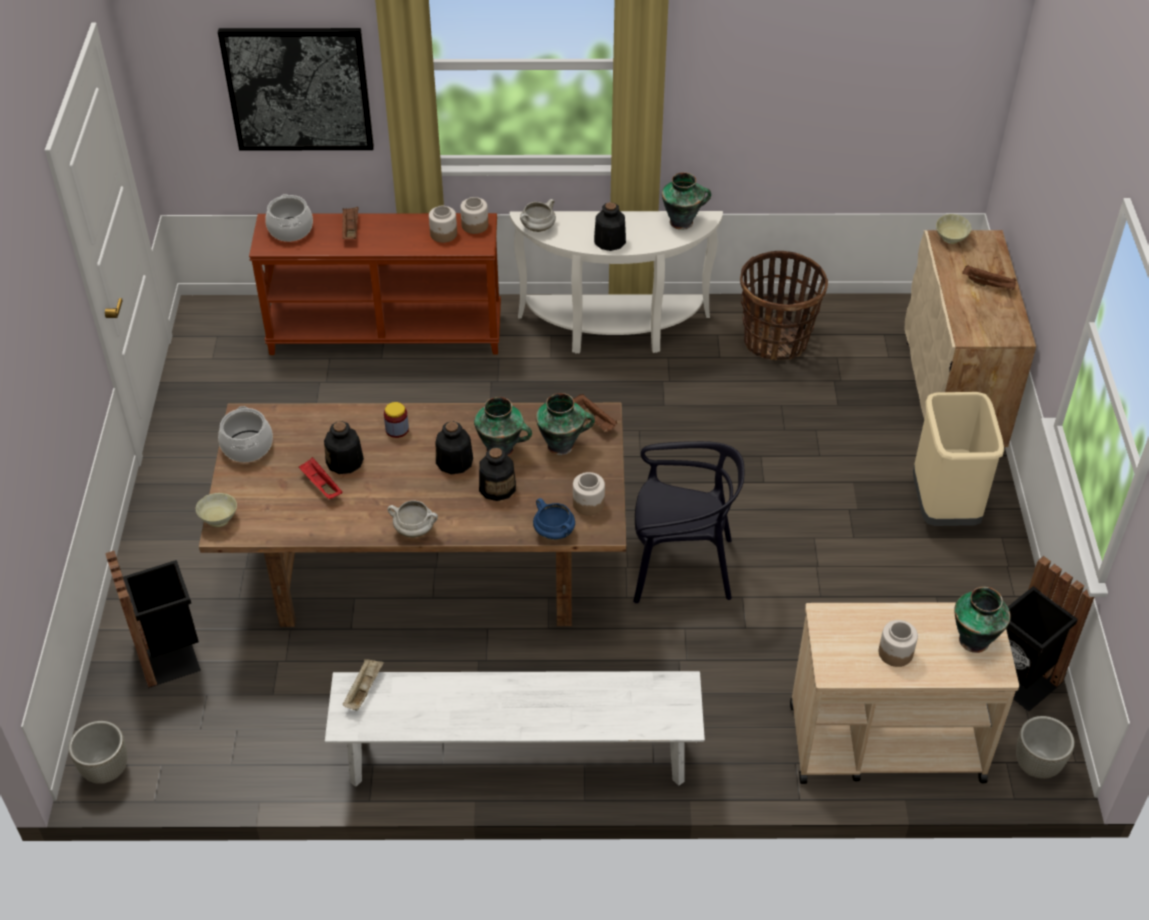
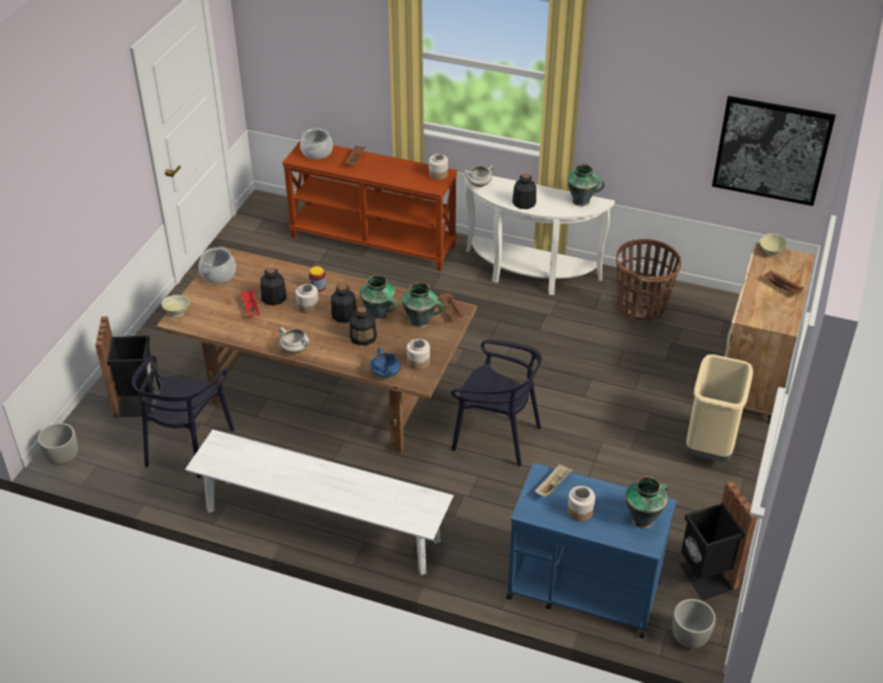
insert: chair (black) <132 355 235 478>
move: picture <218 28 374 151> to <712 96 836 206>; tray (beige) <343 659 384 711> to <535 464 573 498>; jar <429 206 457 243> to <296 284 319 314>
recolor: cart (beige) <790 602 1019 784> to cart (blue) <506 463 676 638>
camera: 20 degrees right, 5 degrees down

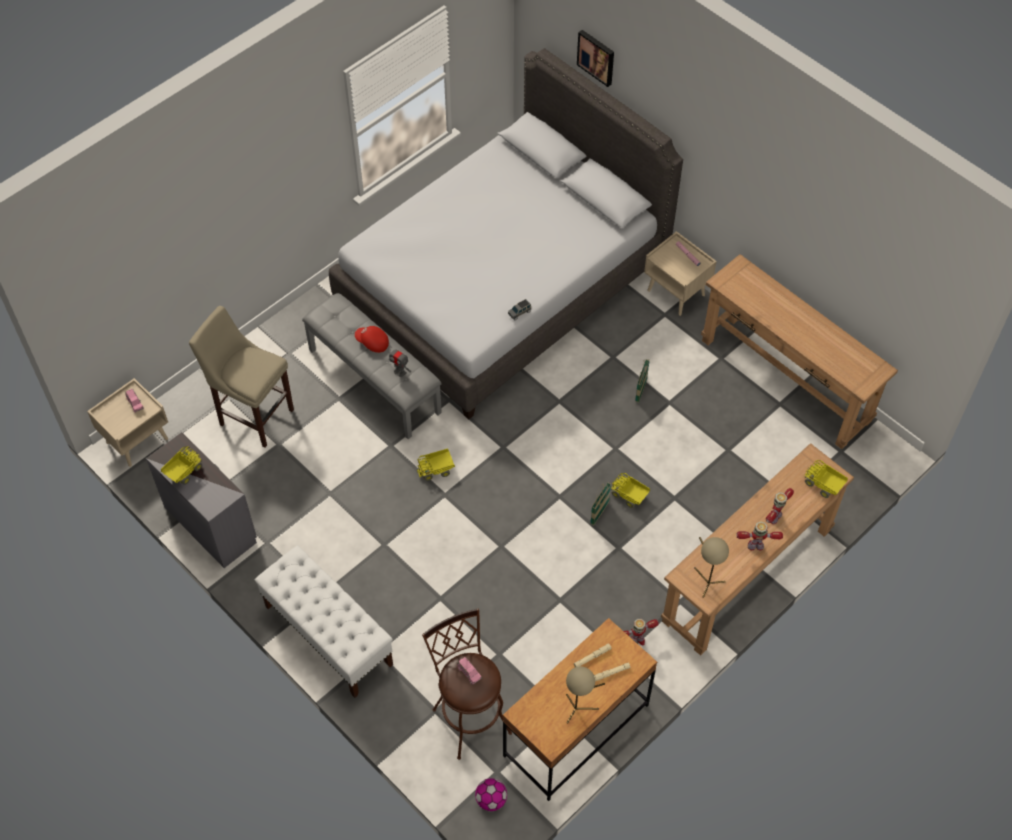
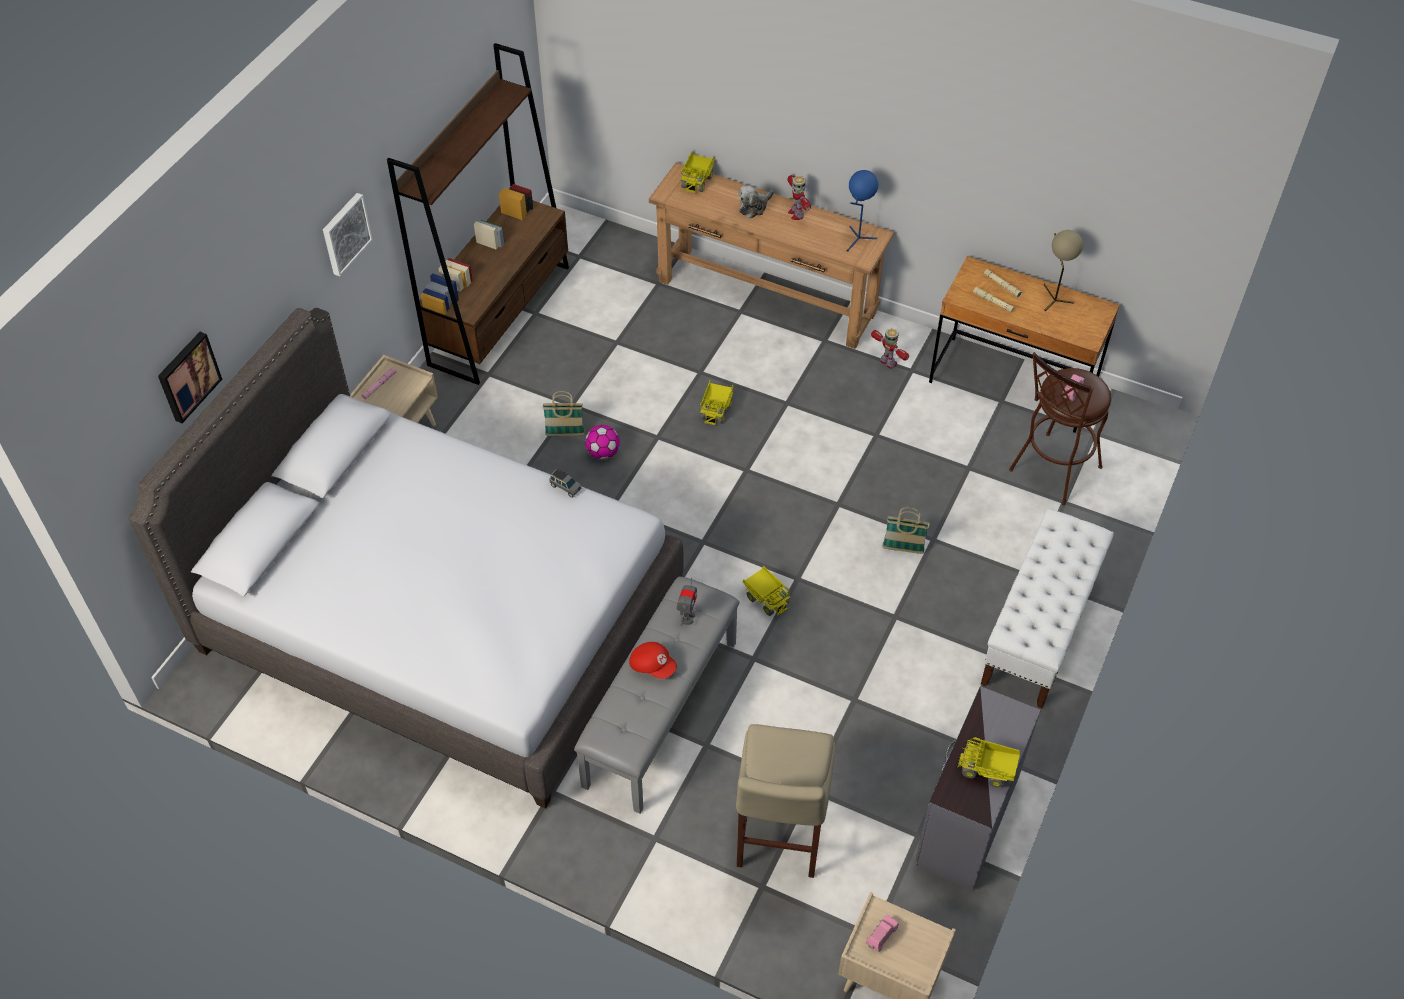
insert: picture <323 193 373 276>
move: football <475 778 507 811> to <585 425 620 459>; basket <590 482 611 525> to <882 507 929 554>
replace: console table (brown) <701 254 898 449> to bookcase (brown) <387 43 569 385>; toy robot <766 488 794 524> to plush toy <739 185 774 219>
recolor: table lamp (beige) <694 537 729 598> to table lamp (blue) <847 170 878 252>
rotate: cap (red) <355 326 389 353> = <629 642 677 679> 60 degrees counterclockwise
camera: 110 degrees left, 5 degrees down

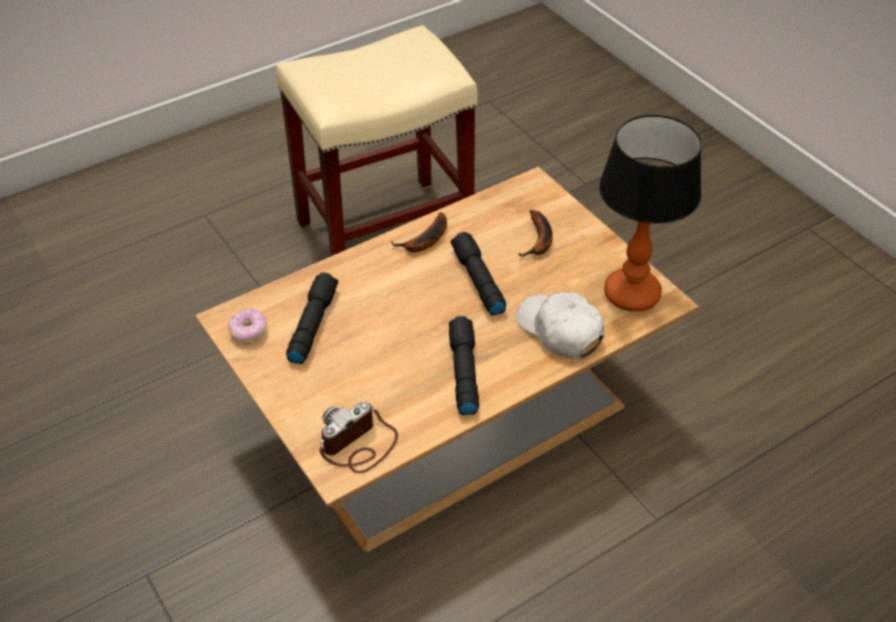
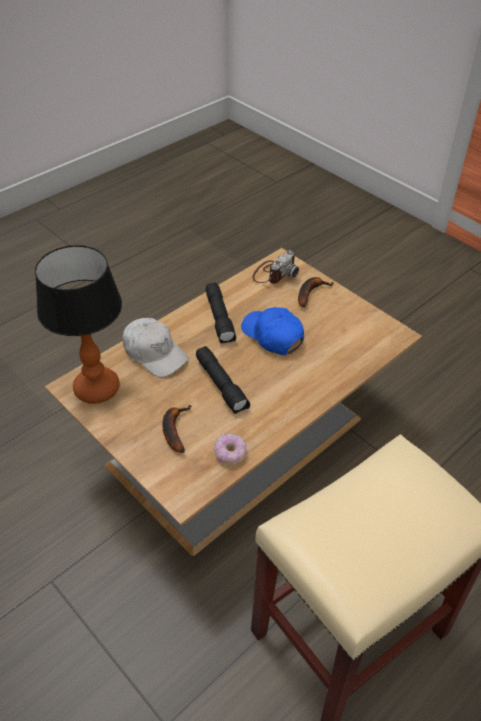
delete: flashlight (black) <286 273 338 364>
insert: cap (blue) <241 307 304 355>
move: donut <228 308 267 343> to <214 433 247 465>; banana <391 212 447 252> to <298 277 334 308>
camera: 170 degrees right, 0 degrees up

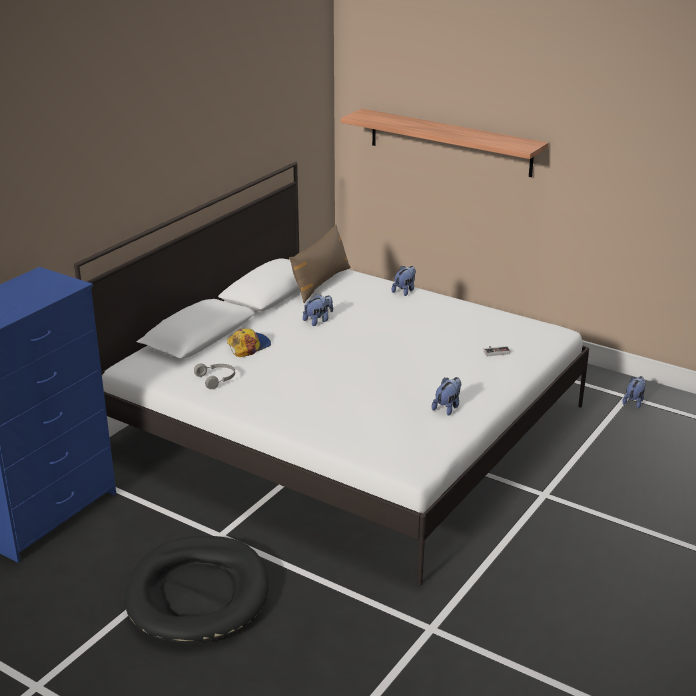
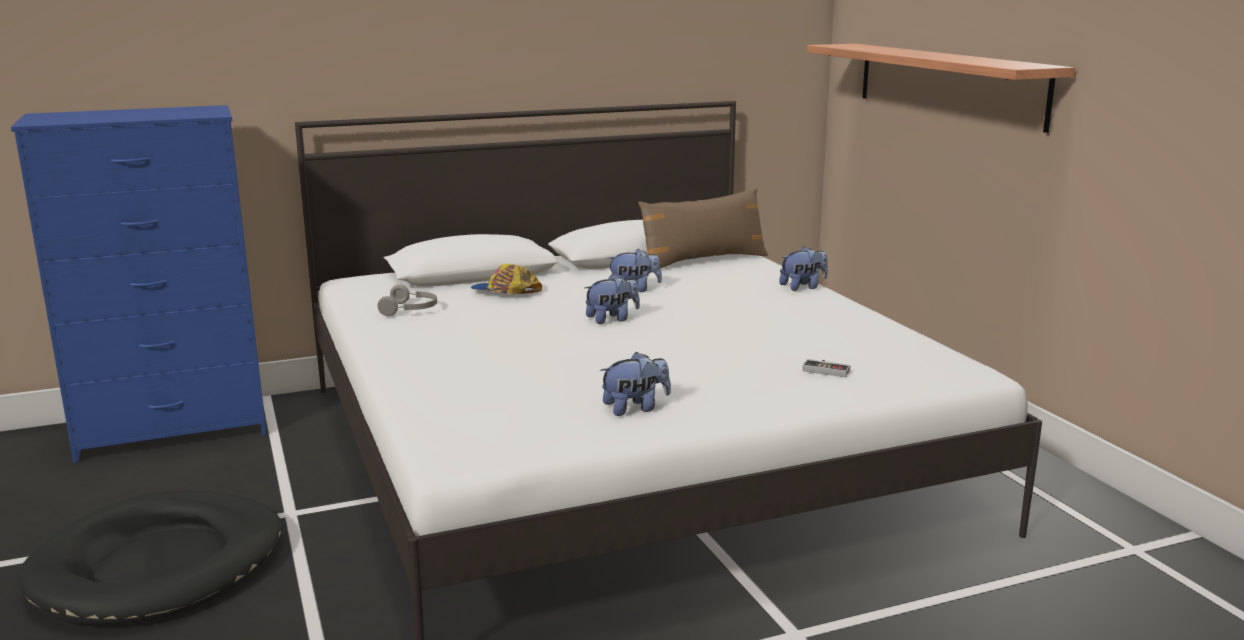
move: plush toy <622 376 646 408> to <584 274 640 324>
rotate: cap <227 328 271 357> = <471 264 542 294> 150 degrees counterclockwise
camera: 35 degrees right, 10 degrees down

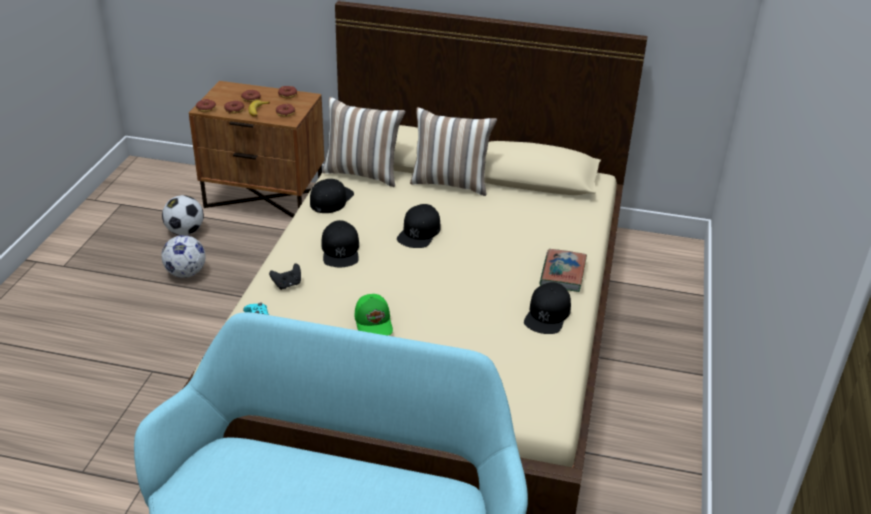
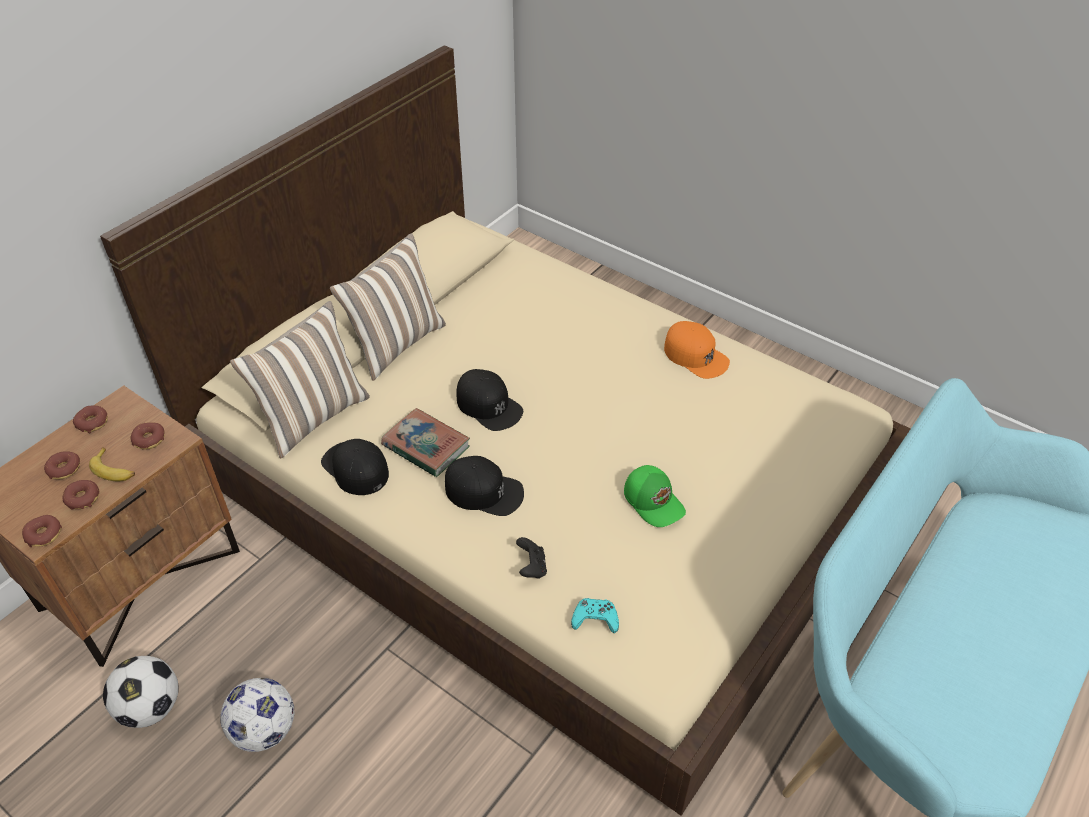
move: book <540 249 587 292> to <381 408 470 477>
recolor: cap (black) <524 282 571 334> to cap (orange) <664 321 730 379>
rotate: cap (green) <354 294 393 336> = <624 465 686 527> 45 degrees clockwise
camera: 65 degrees left, 10 degrees up

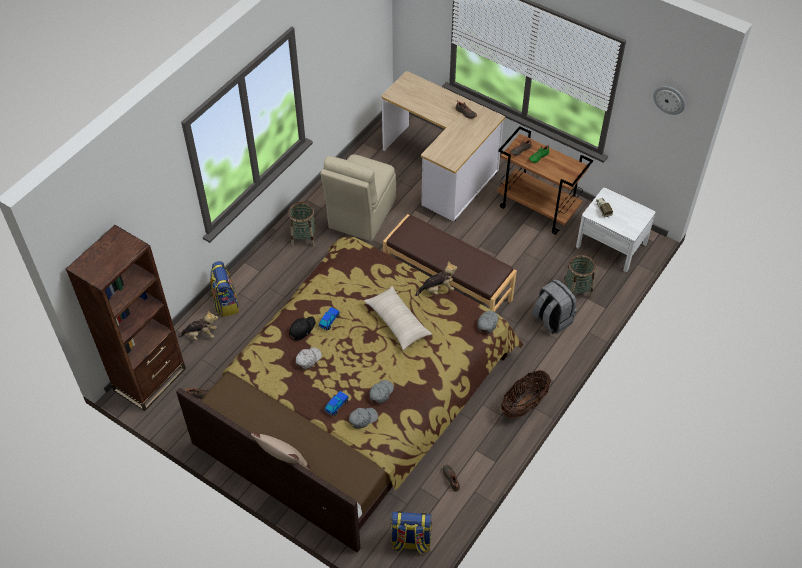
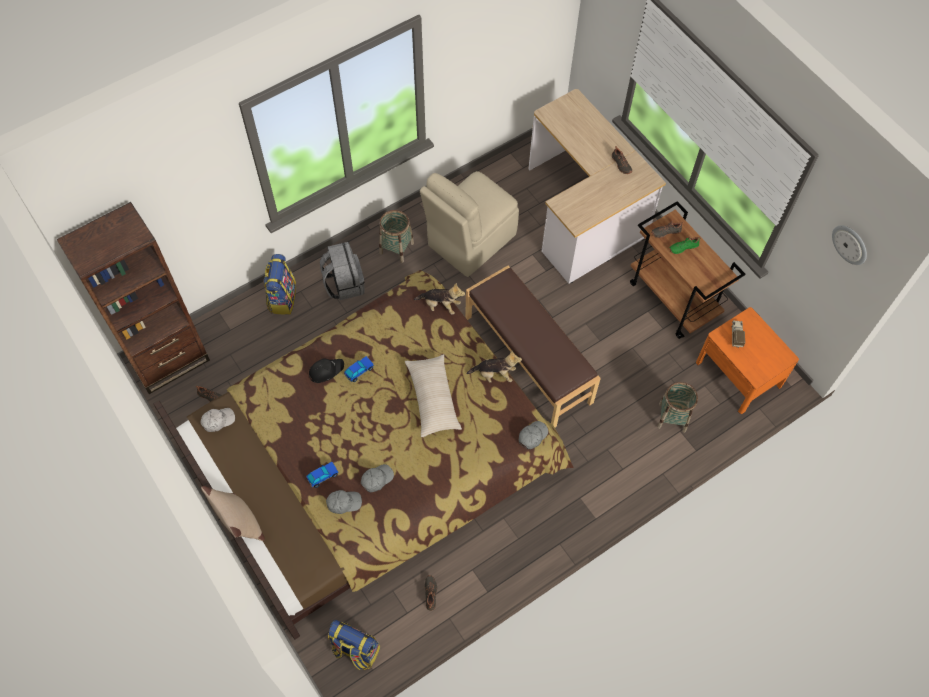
delete: basket <501 370 551 419>
move: plush toy <178 310 218 340> to <414 283 465 315>; cap (white) <296 347 322 370> to <200 408 235 432>; backpack (grey) <533 279 577 334> to <320 242 365 300>
recolor: nightstand (white) <576 187 656 272> to nightstand (orange) <696 307 799 414>
camera: 20 degrees right, 10 degrees up

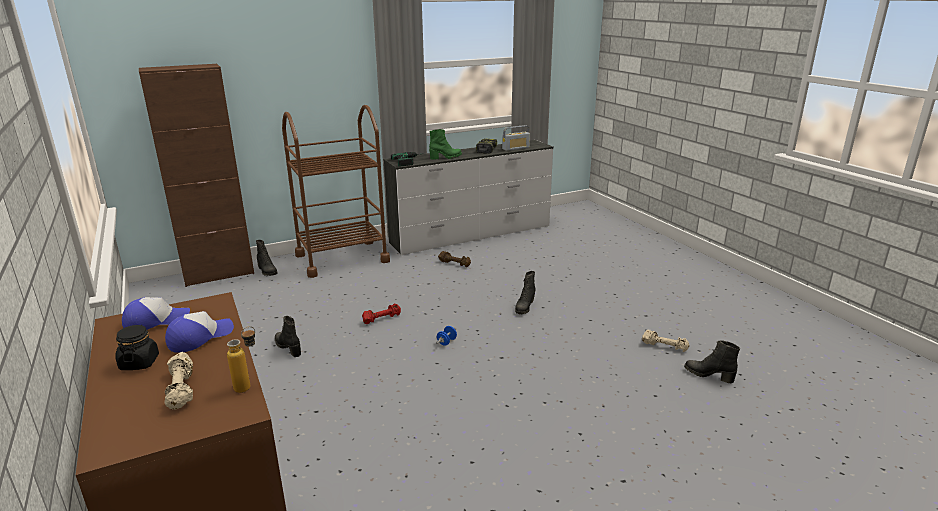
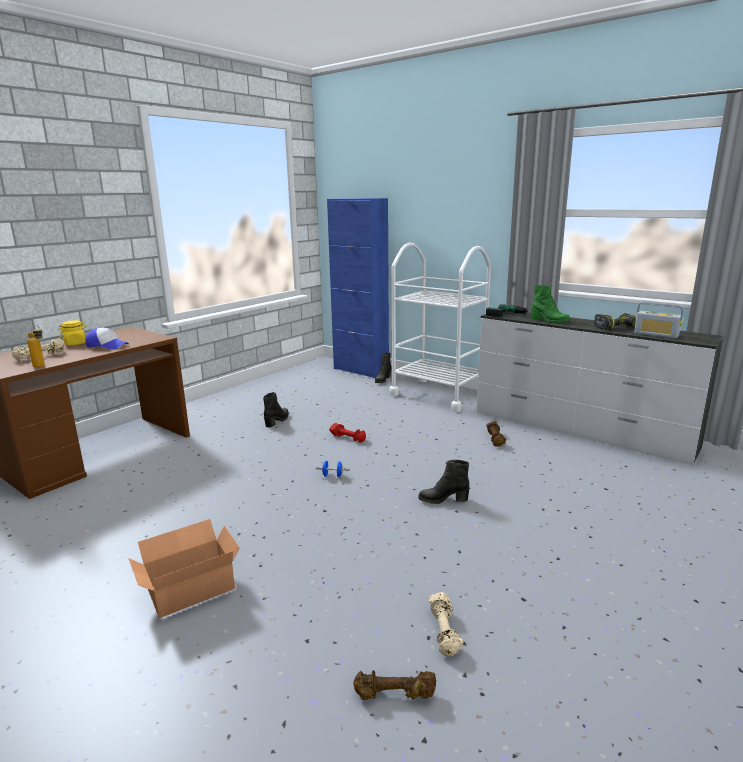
delete: cap <122 297 190 330>
insert: cardboard box <128 519 240 618>
replace: boot (black) <684 340 740 384> to dumbbell (brown) <353 670 436 700>
recolor: jar (black) <115 325 159 370> to jar (yellow) <59 320 87 345>; cabinet (brown) <139 64 254 287> to cabinet (blue) <327 198 389 379>; cart (brown) <282 105 390 278> to cart (white) <389 243 491 412>
camera: 65 degrees right, 5 degrees down

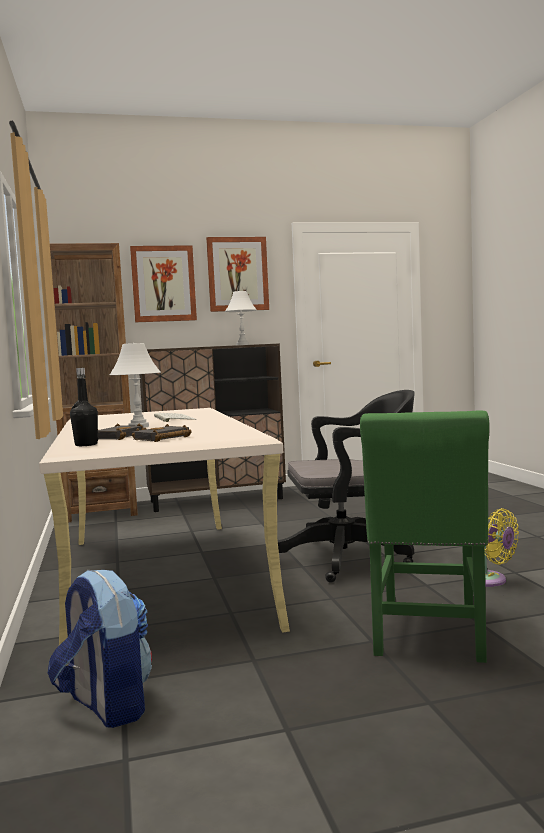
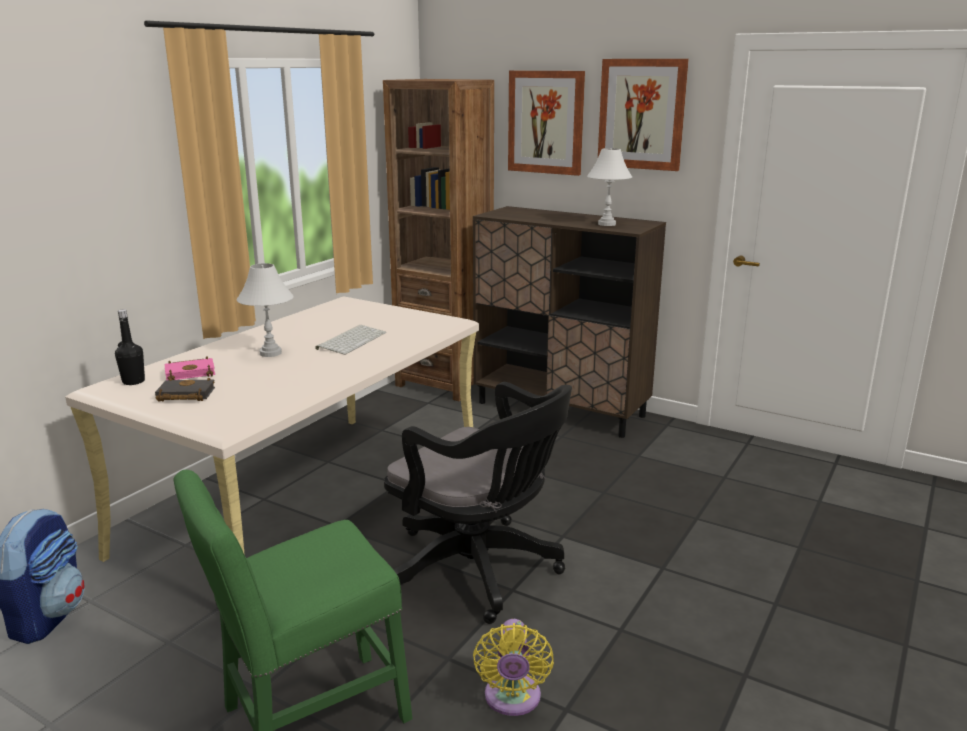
recolor: book (black) <98 423 146 440> to book (pink) <165 356 215 380>
camera: 45 degrees right, 15 degrees up

